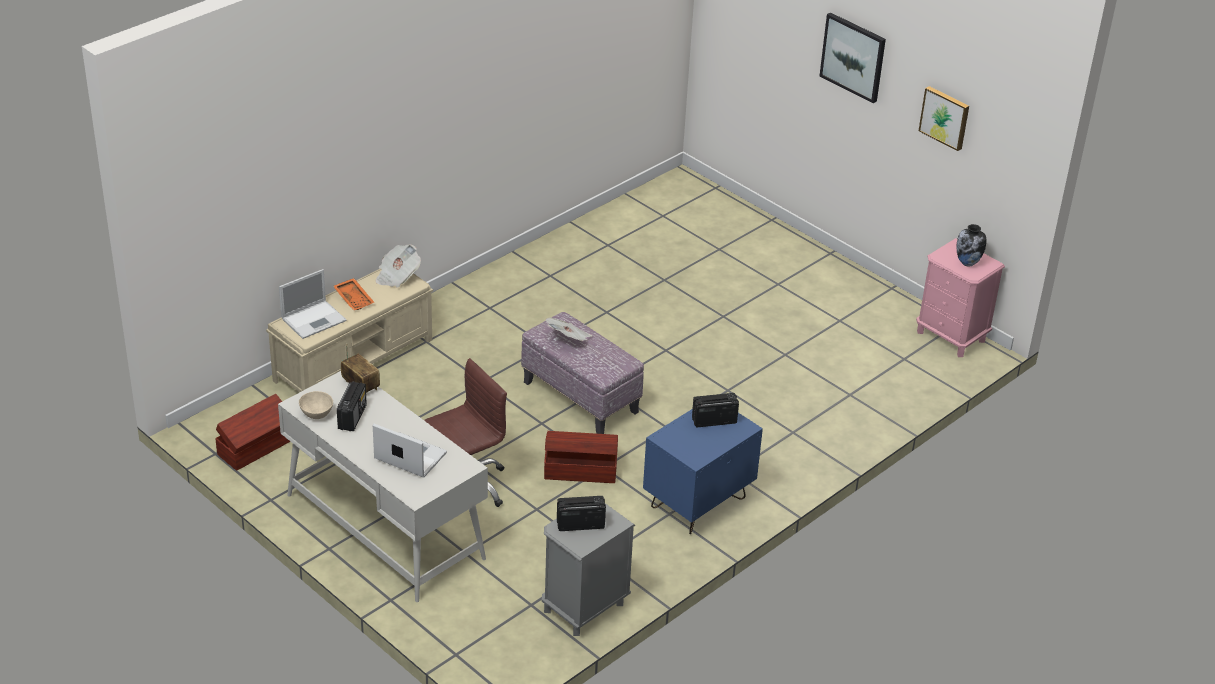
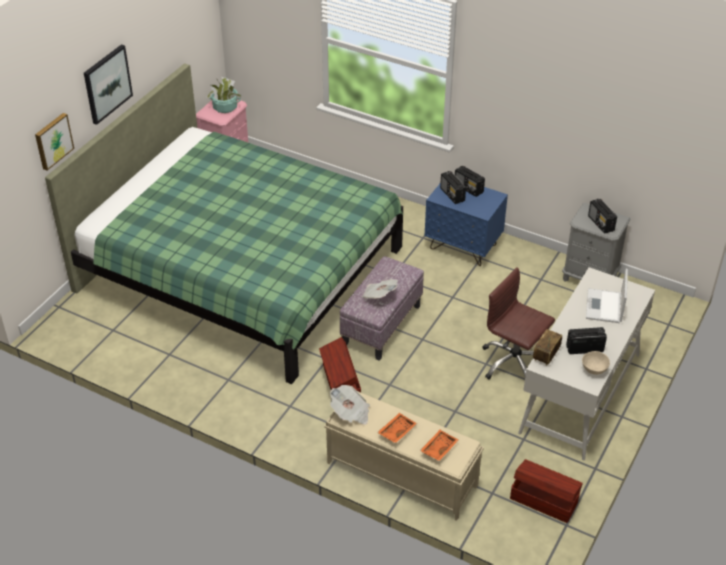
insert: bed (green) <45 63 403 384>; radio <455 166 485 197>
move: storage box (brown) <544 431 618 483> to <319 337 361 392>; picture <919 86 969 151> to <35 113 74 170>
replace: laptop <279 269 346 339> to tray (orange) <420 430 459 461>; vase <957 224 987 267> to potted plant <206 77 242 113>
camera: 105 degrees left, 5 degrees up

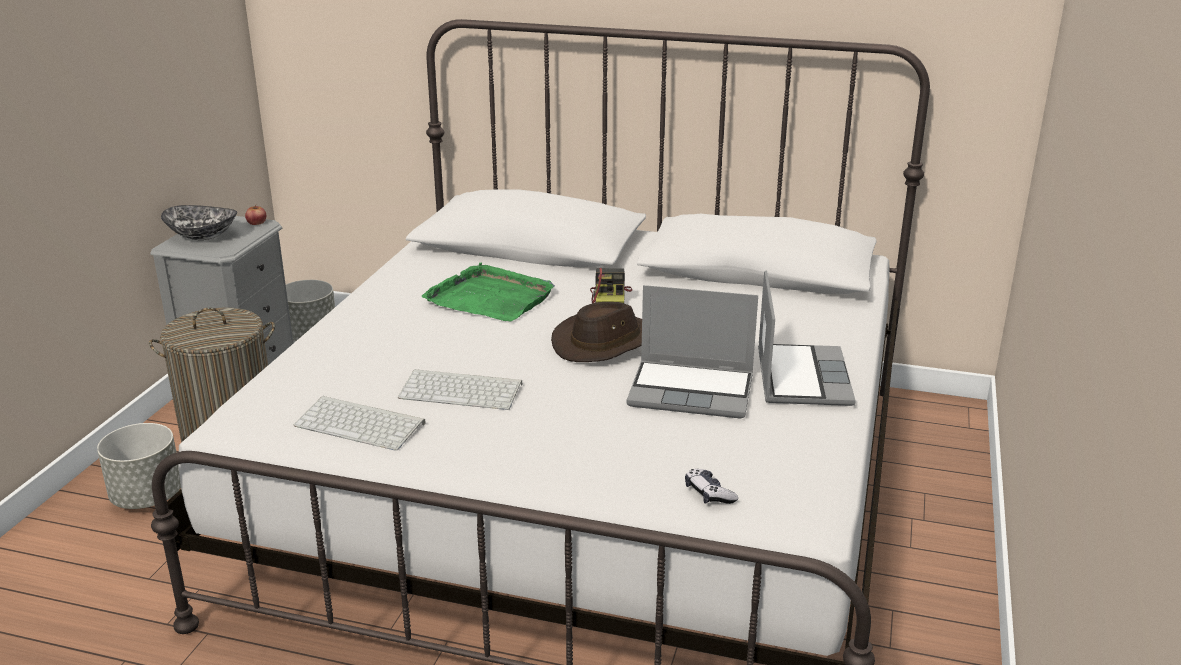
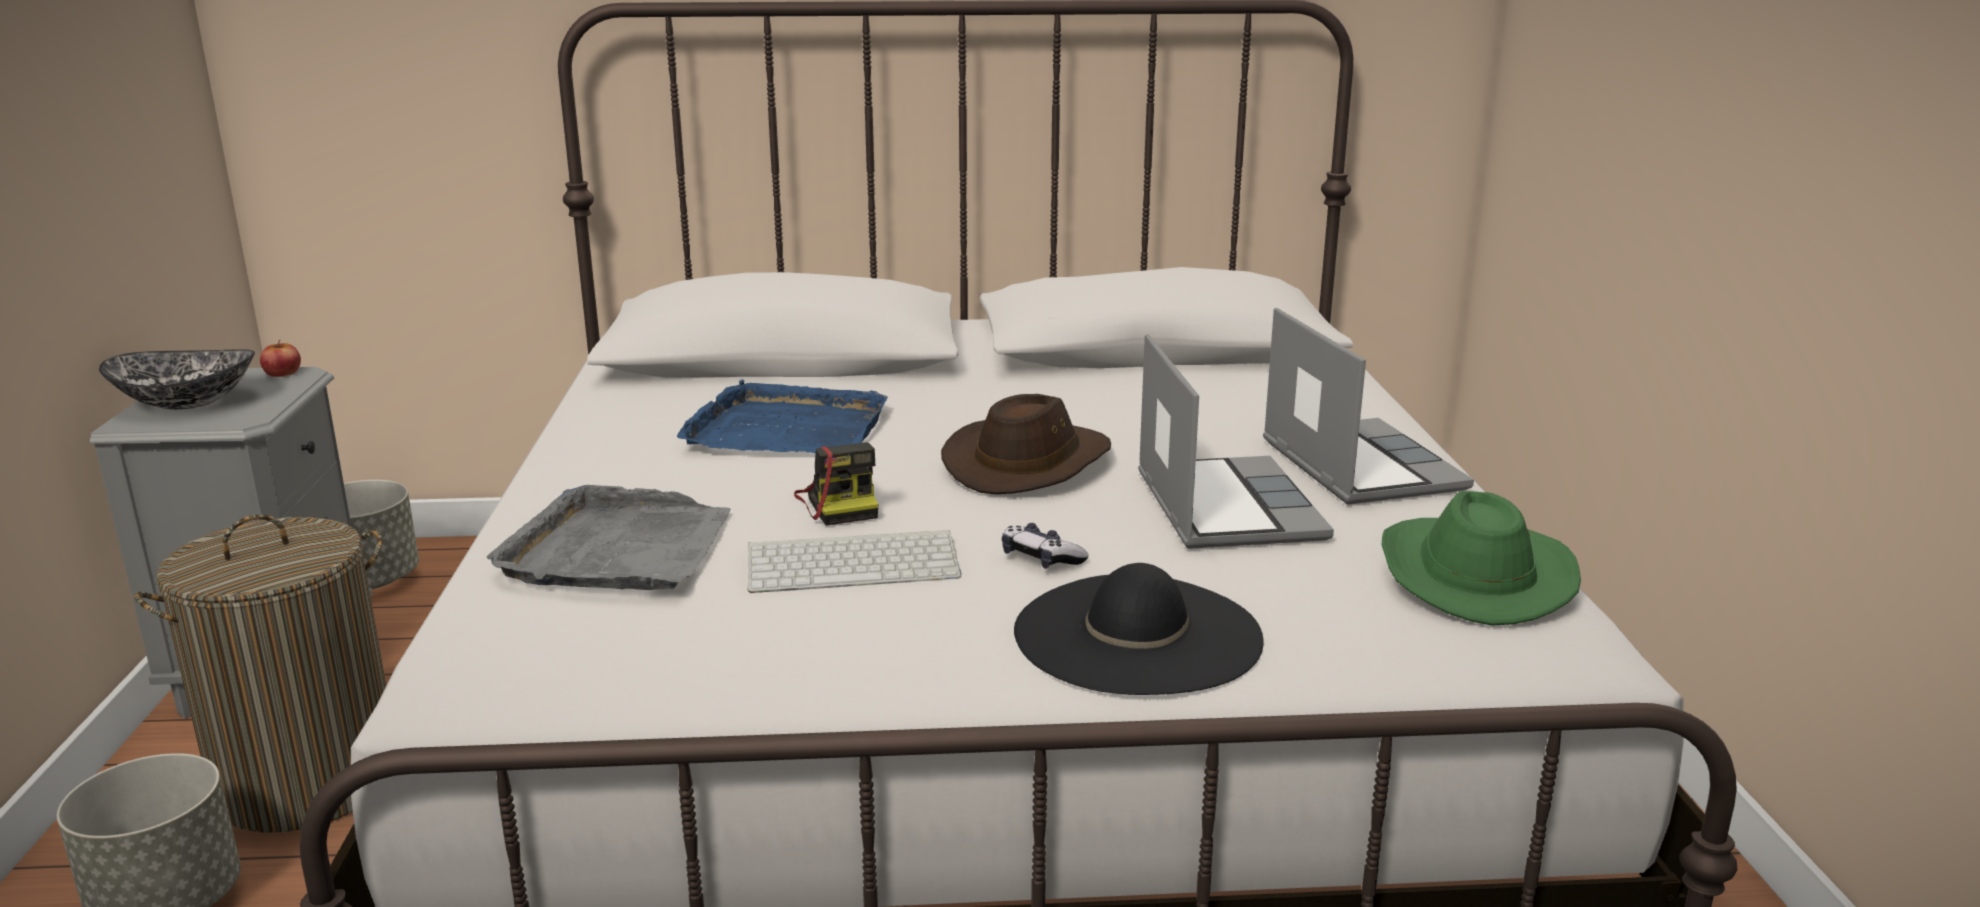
delete: keyboard <294 396 426 451>
insert: tray (grey) <487 485 731 590>; hat (black) <1014 563 1264 695>; hat (green) <1382 491 1581 626>
move: photo camera <590 268 633 303> to <794 442 878 526>; game controller <685 469 738 504> to <1002 523 1089 568>
recolor: tray (green) <422 263 555 322> to tray (blue) <677 379 888 453>
rotate: laptop <627 285 758 419> = <1138 334 1334 549> 90 degrees counterclockwise
camera: 20 degrees left, 5 degrees down

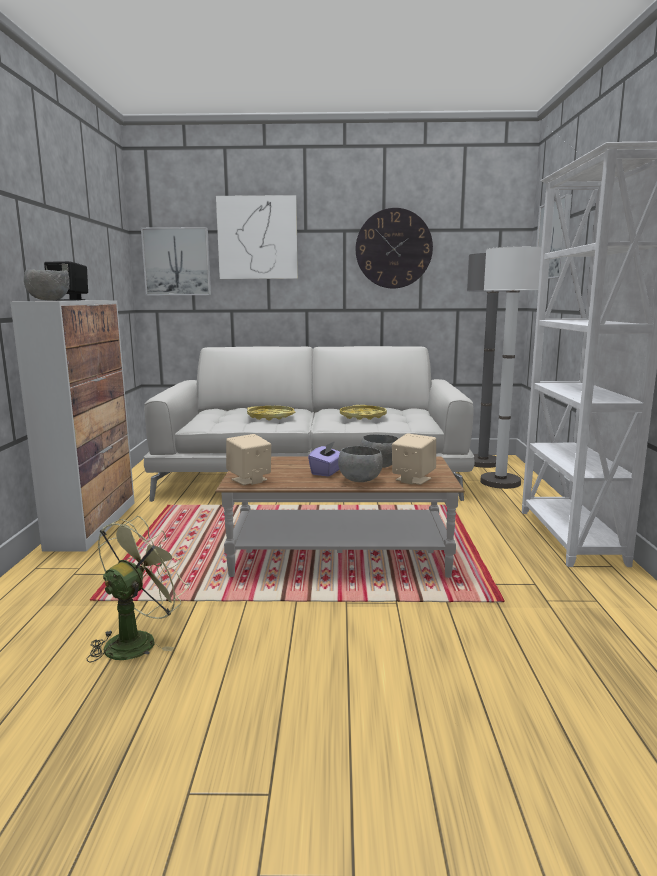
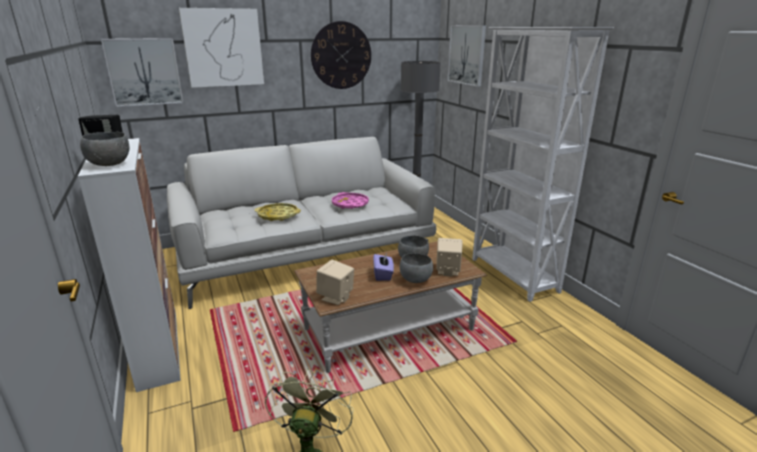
delete: floor lamp (white) <480 246 542 489>
recolor: tray (yellow) <340 405 387 420> to tray (pink) <332 192 369 209>
camera: 25 degrees left, 10 degrees up

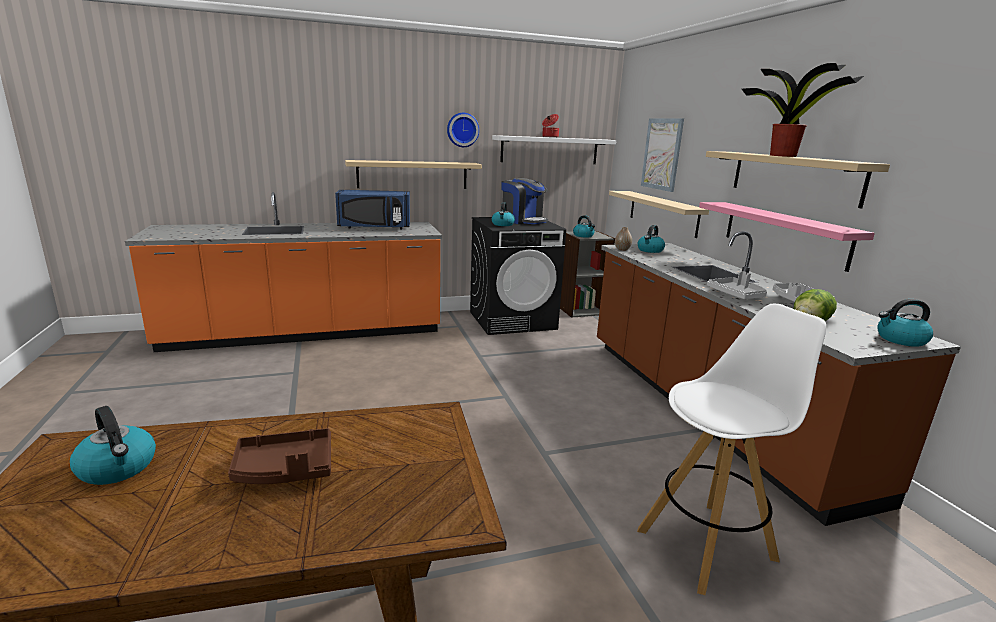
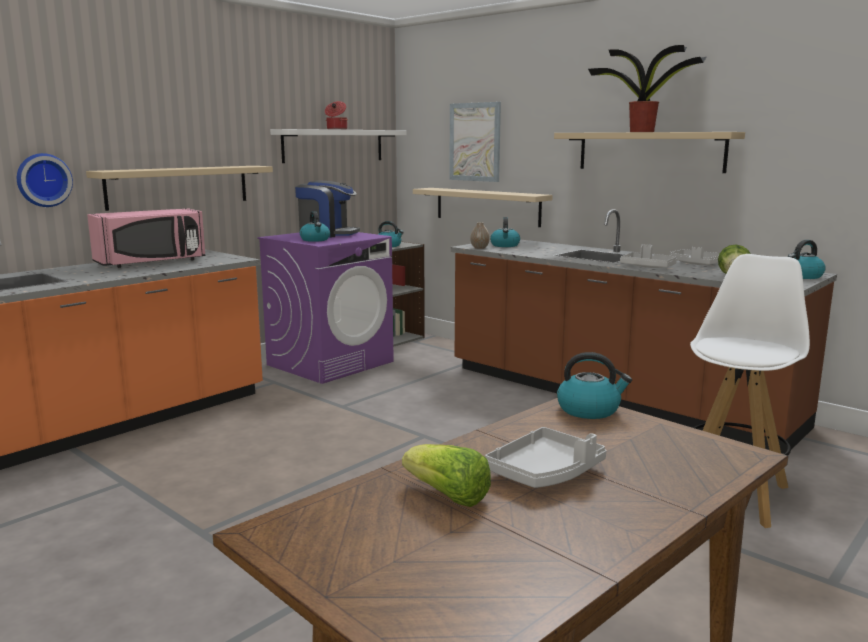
delete: shelf (pink) <699 202 875 272>
insert: lettuce <402 444 491 507>
move: kettle <70 406 156 485> to <557 352 632 419>; wall clock <447 113 479 147> to <17 153 73 207>
recolor: tray (brown) <228 428 331 484> to tray (grey) <485 427 607 488>; microwave (blue) <335 190 410 229> to microwave (pink) <87 208 206 268>; washing machine (black) <470 217 566 335> to washing machine (purple) <258 232 394 384>
camera: 30 degrees left, 5 degrees down

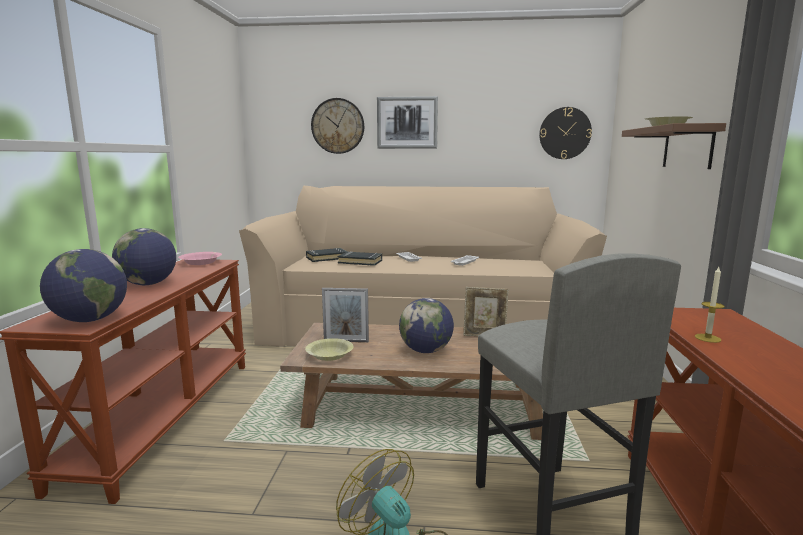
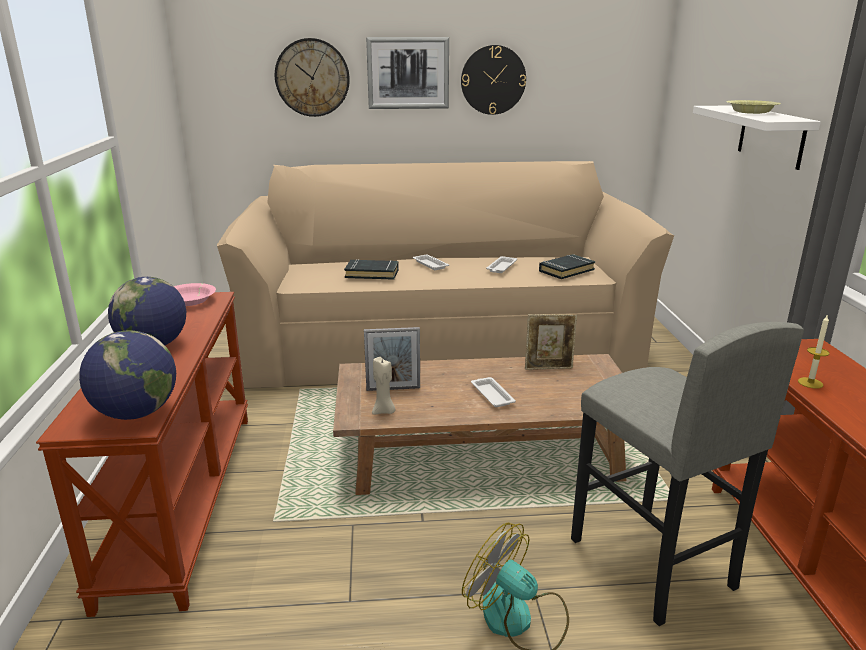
move: book (black) <306 248 348 262> to <539 254 595 279>; wall clock <539 107 592 159> to <461 45 526 115>
replace: bowl (yellow) <305 338 354 361> to candle (beige) <372 357 395 415>; globe <399 298 454 353> to tray (white) <471 377 516 407>
recolor: shelf (brown) <622 123 726 169> to shelf (white) <693 106 821 170>
camera: 10 degrees left, 10 degrees up

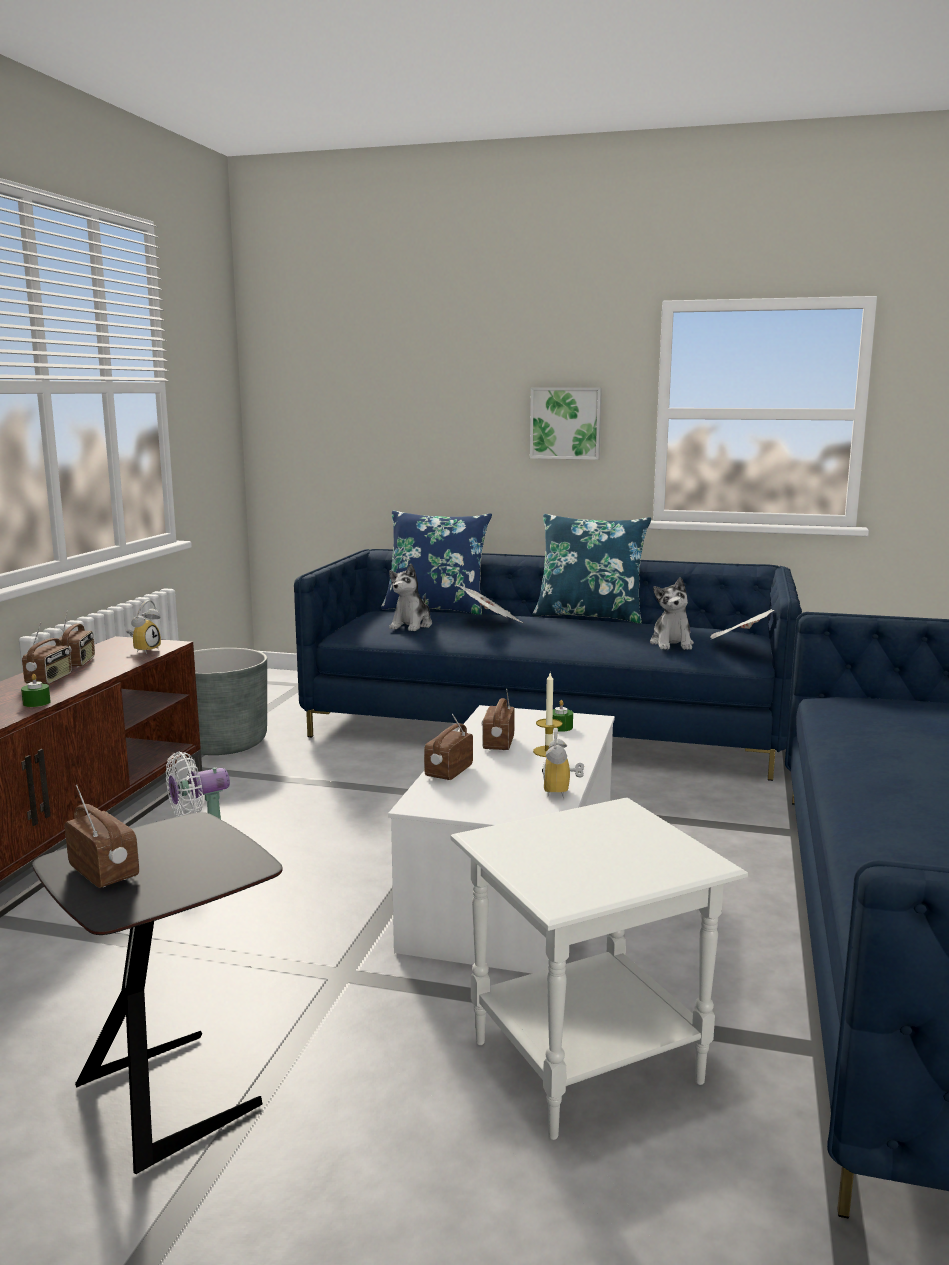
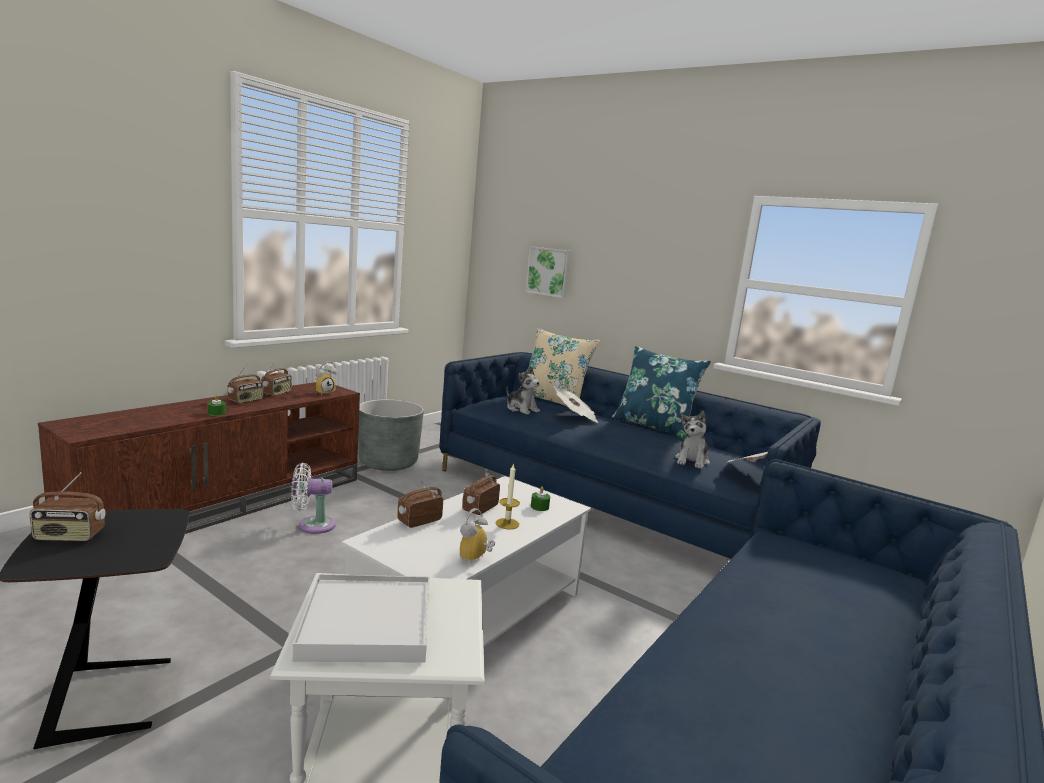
insert: tray (white) <293 574 430 663>
move: picture <530 388 602 460> to <525 246 571 298>
recolor: pillow (blue) <381 510 492 614> to pillow (beige) <519 328 600 407>
rotate: radio <65 784 139 888> = <30 472 106 541> 105 degrees clockwise; plush toy <389 564 432 631> = <506 366 540 414> 90 degrees counterclockwise
camera: 20 degrees right, 0 degrees up

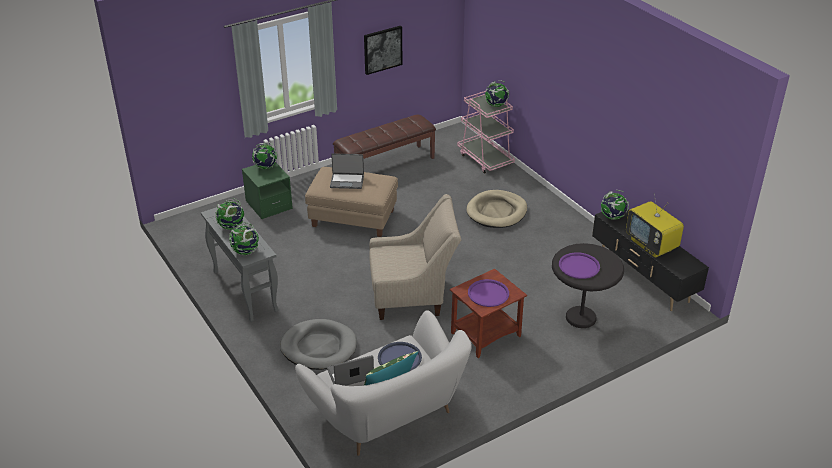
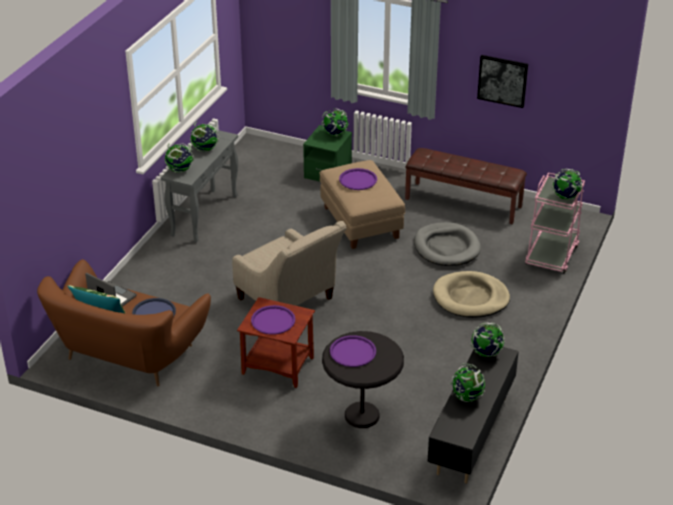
move: dog bed (grey) <280 319 357 370> to <414 222 481 266>
replace: laptop <330 153 364 189> to tray (purple) <339 168 377 190>; television <626 193 684 258> to globe <450 363 485 402>
recolor: sofa (white) <295 310 472 456> to sofa (brown) <37 259 211 386>
camera: 55 degrees right, 0 degrees up

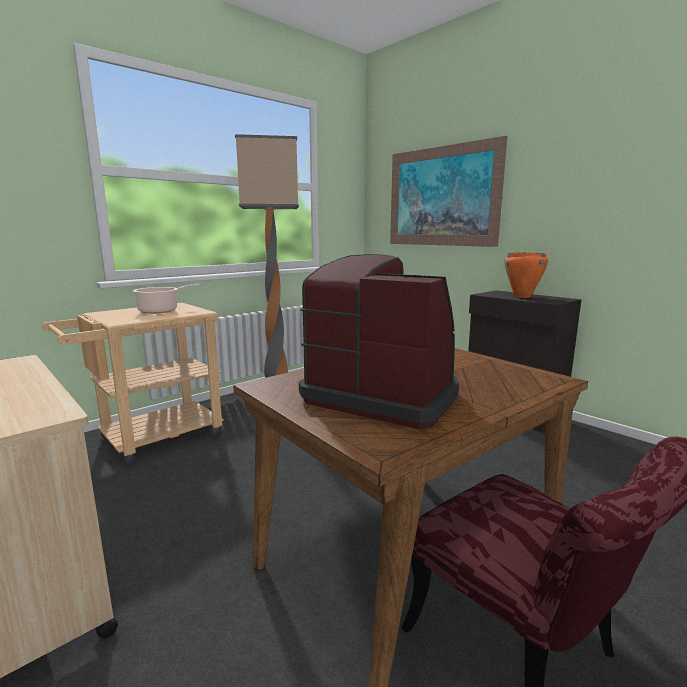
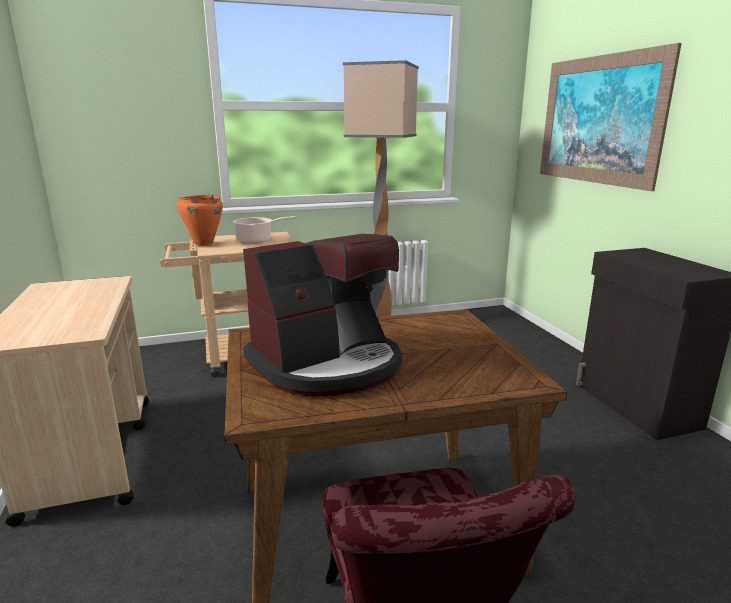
move: cooking pot (orange) <504 252 548 298> to <177 195 223 246>
rotate: coffee machine <299 254 459 429> = <243 234 402 397> 90 degrees clockwise
camera: 25 degrees right, 5 degrees up

